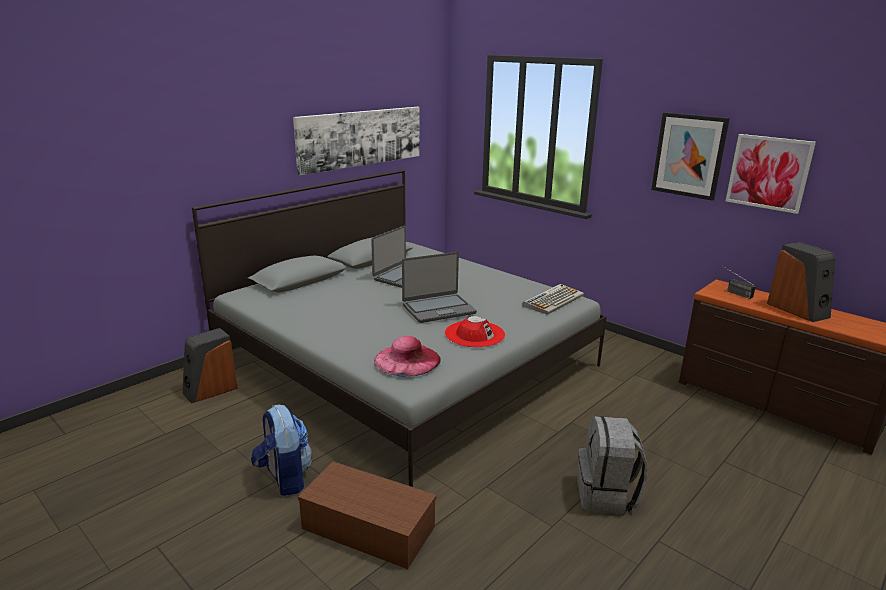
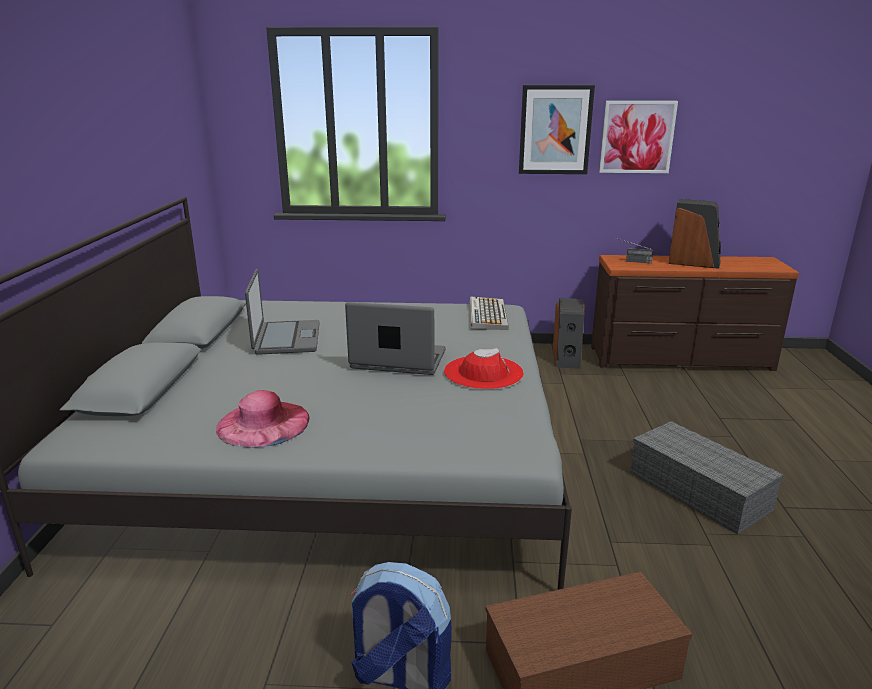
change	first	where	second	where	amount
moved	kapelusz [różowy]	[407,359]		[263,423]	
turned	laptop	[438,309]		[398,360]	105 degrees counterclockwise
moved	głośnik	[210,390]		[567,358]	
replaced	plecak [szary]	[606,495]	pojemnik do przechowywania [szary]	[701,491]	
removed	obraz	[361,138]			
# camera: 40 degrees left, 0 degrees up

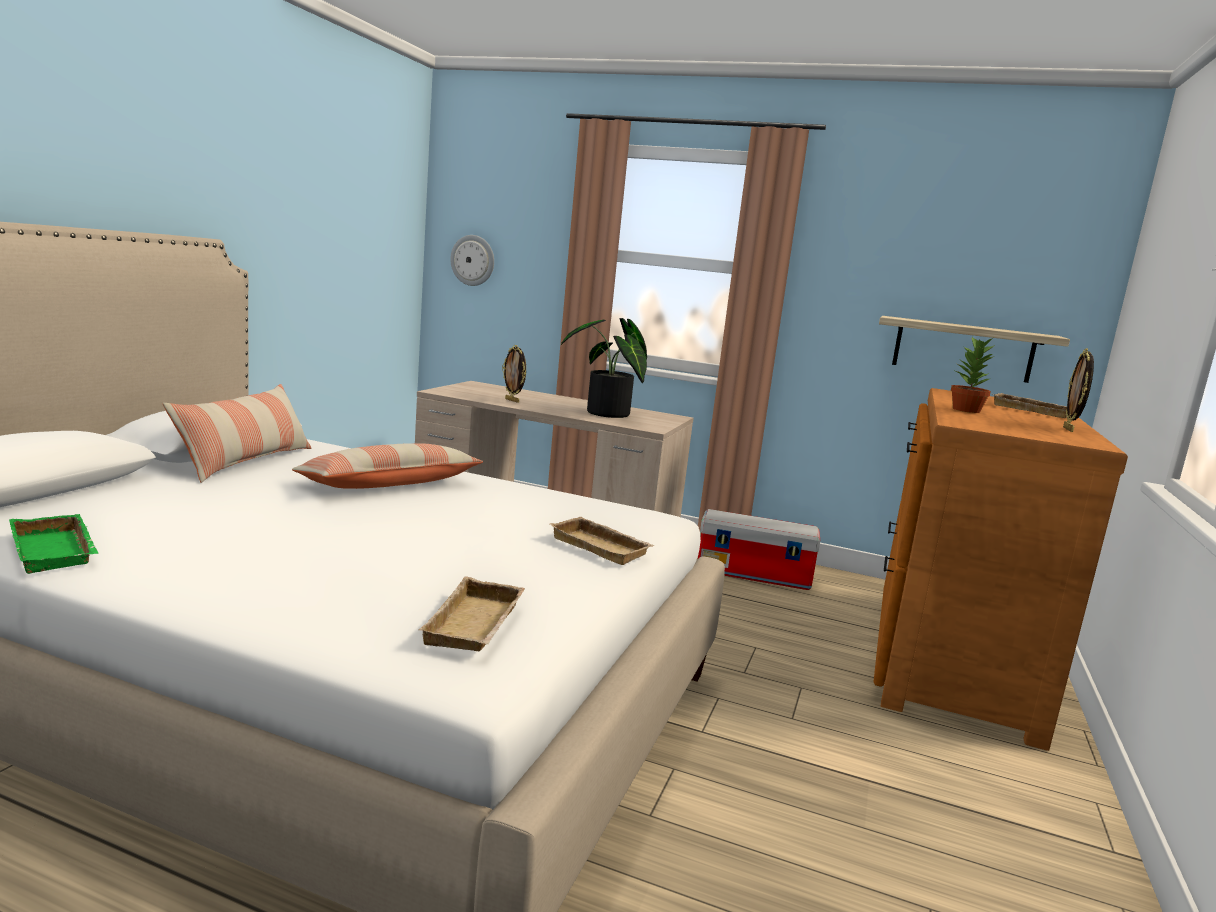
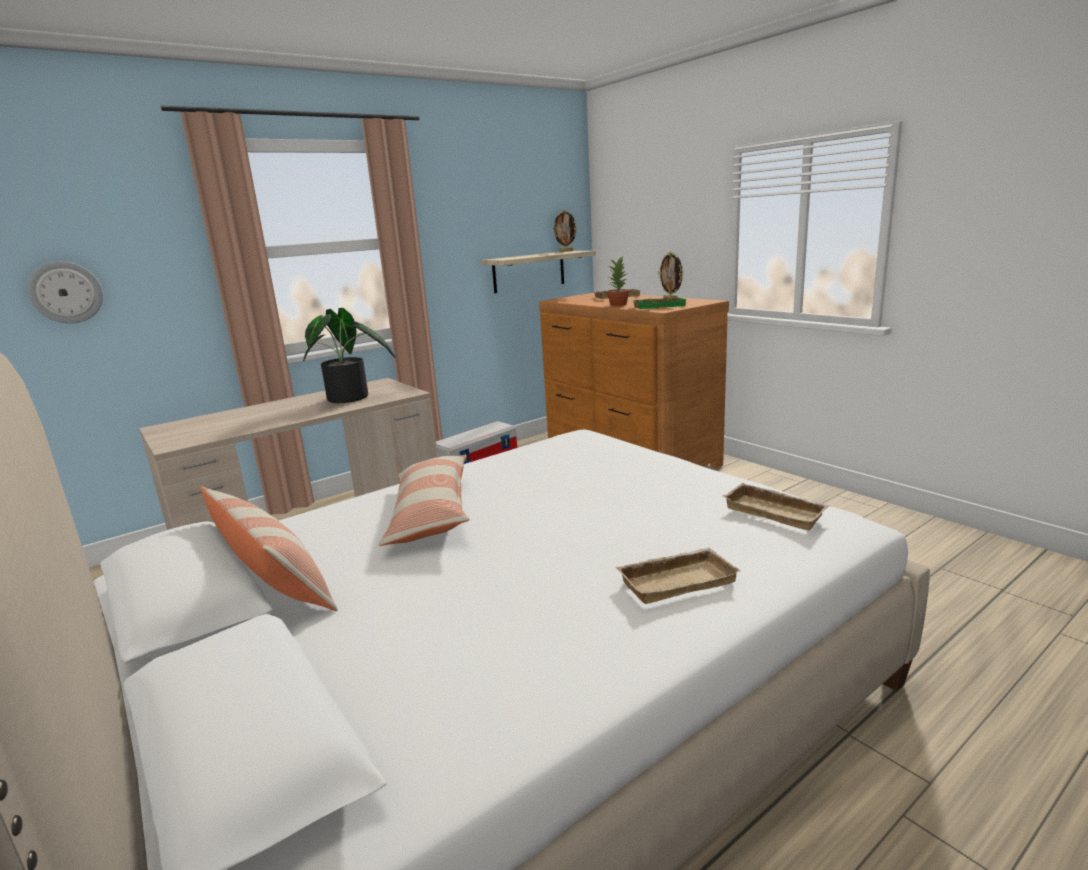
change	first	where	second	where	amount
moved	ramka na zdjęcie	[512,400]		[566,251]	
moved	taca [beżowy]	[602,547]		[677,580]	
moved	taca [zielony]	[57,551]		[659,306]	
# camera: 55 degrees left, 5 degrees up

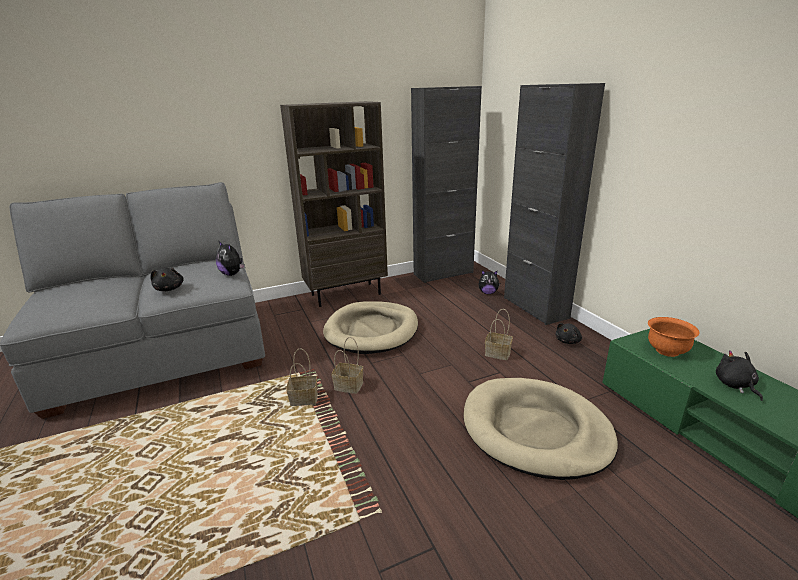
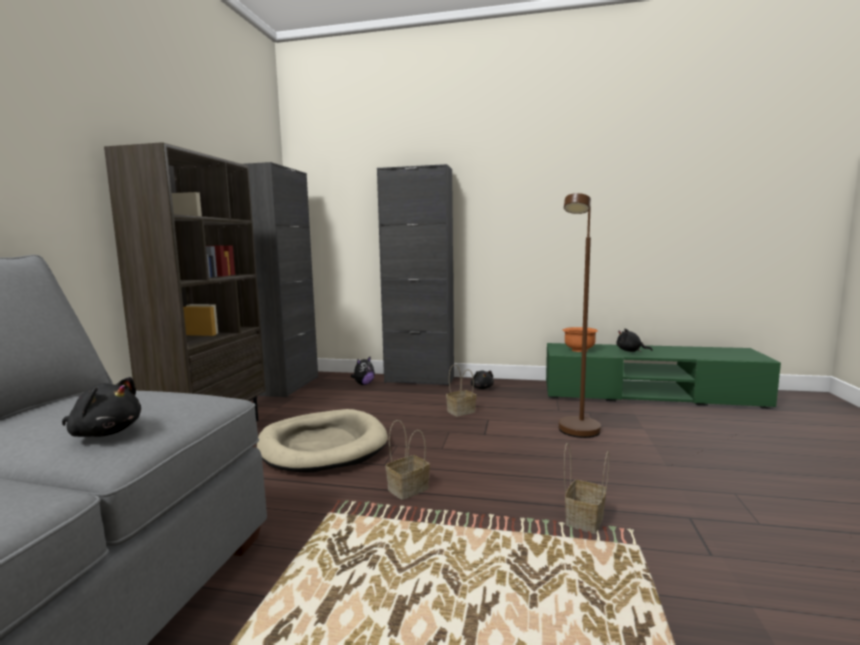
change	first	where	second	where	amount
replaced	legowisko [beżowy]	[535,430]	lampa stojąca [brązowy]	[576,434]	
moved	koszyk	[305,399]		[584,519]	
removed	pluszak	[232,274]			
# camera: 55 degrees left, 15 degrees down

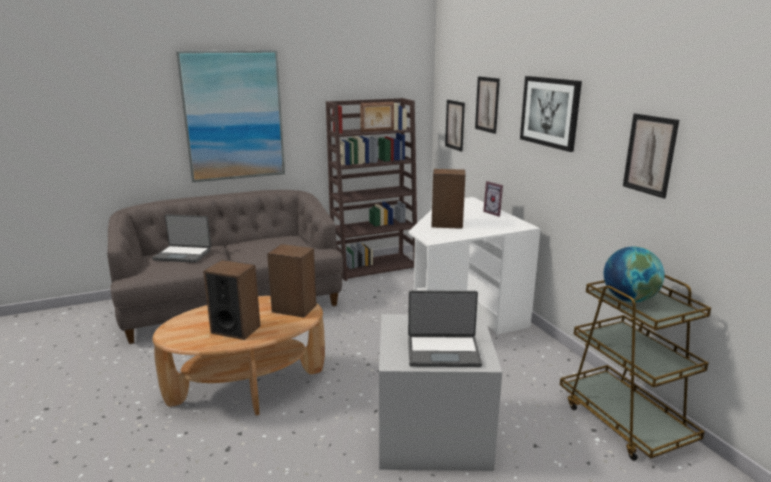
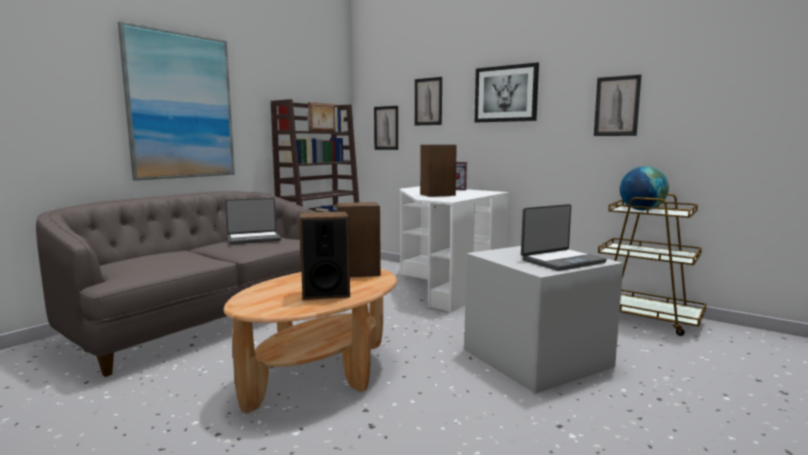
change	first	where	second	where	amount
moved	laptop	[183,254]		[254,239]	
# camera: 30 degrees left, 10 degrees down

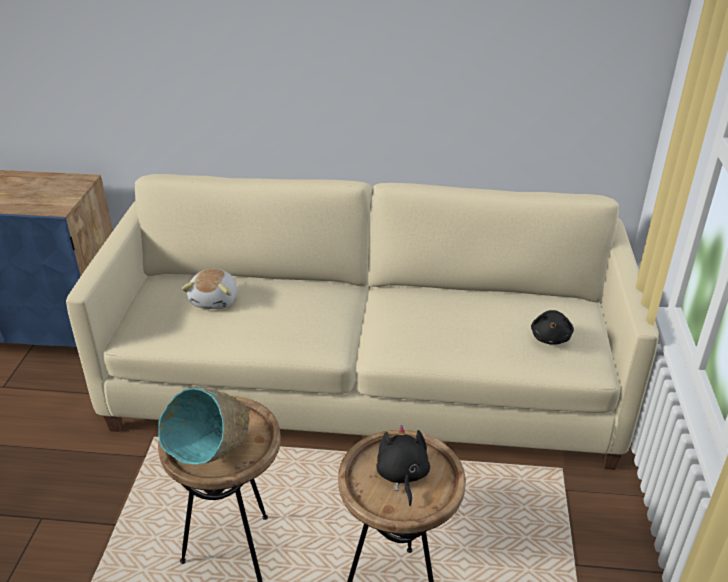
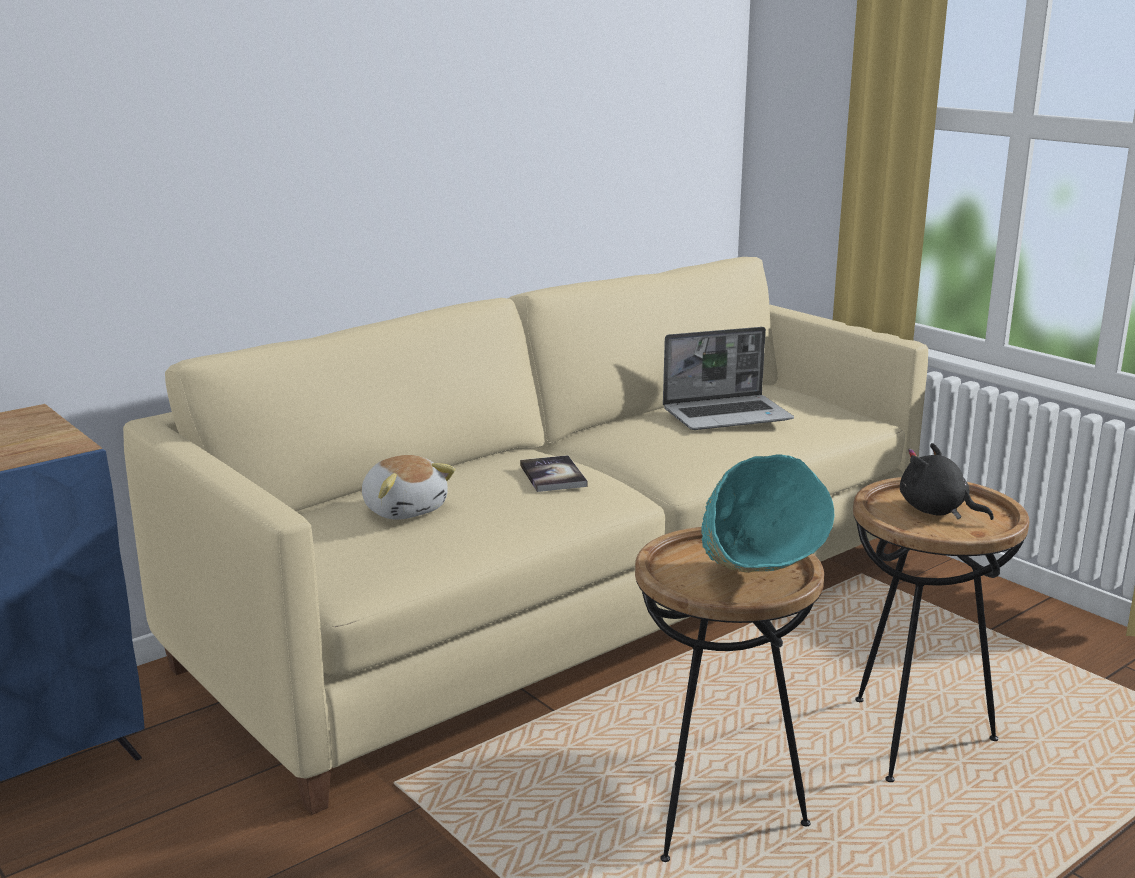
change	first	where	second	where	amount
added			książka	[553,476]	
added			laptop	[728,415]	
removed	pluszak [czarny]	[550,337]			
# camera: 45 degrees left, 15 degrees down

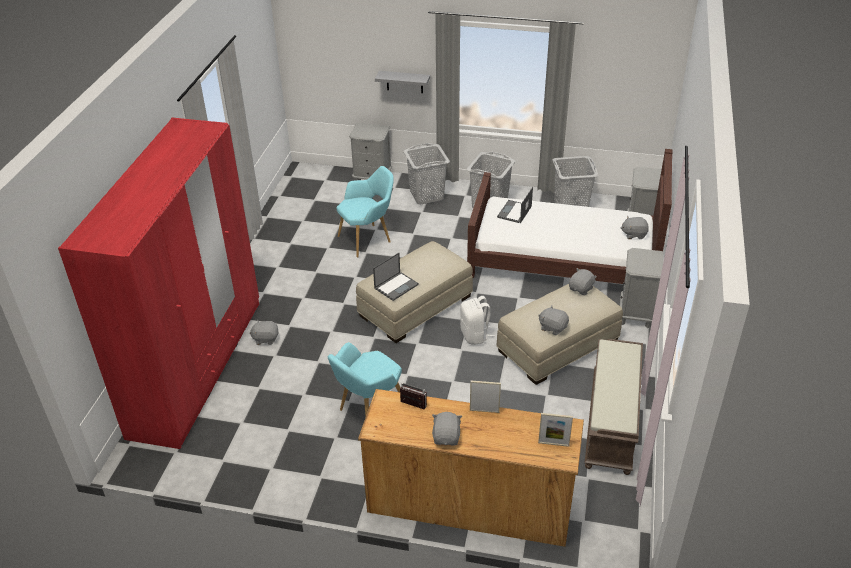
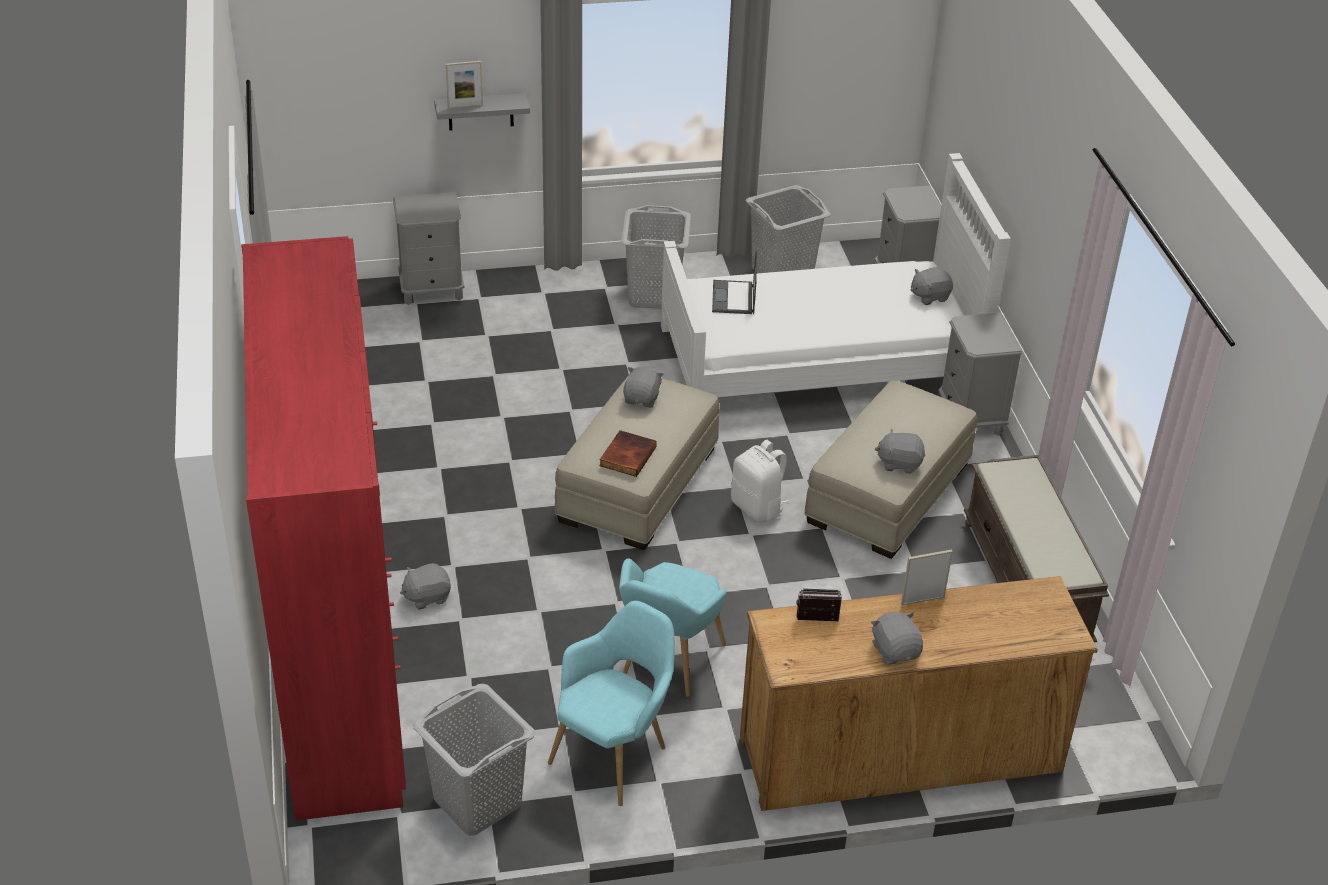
change	first	where	second	where	amount
moved	kosz na pranie [szary]	[426,195]		[477,803]	
moved	ramka na zdjęcie	[553,444]		[465,106]	
moved	fotel [turkusowy]	[368,239]		[615,753]	
replaced	laptop	[396,286]	książka	[627,455]	
moved	pluszak [szary]	[581,289]		[642,399]	
recoloured	łóżko [brązowy]	[564,259]	łóżko [biały]	[820,358]	
# camera: 25 degrees left, 0 degrees up

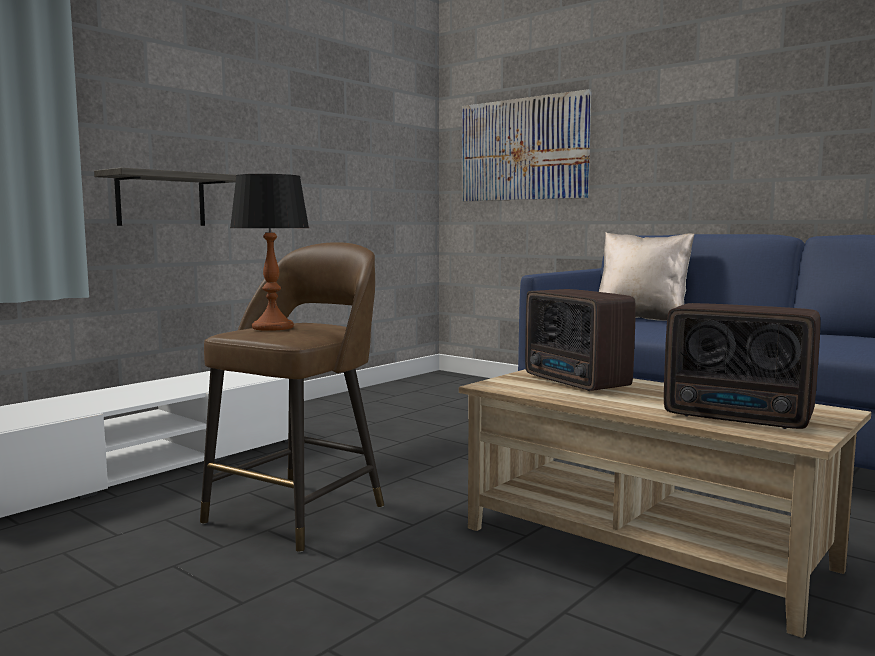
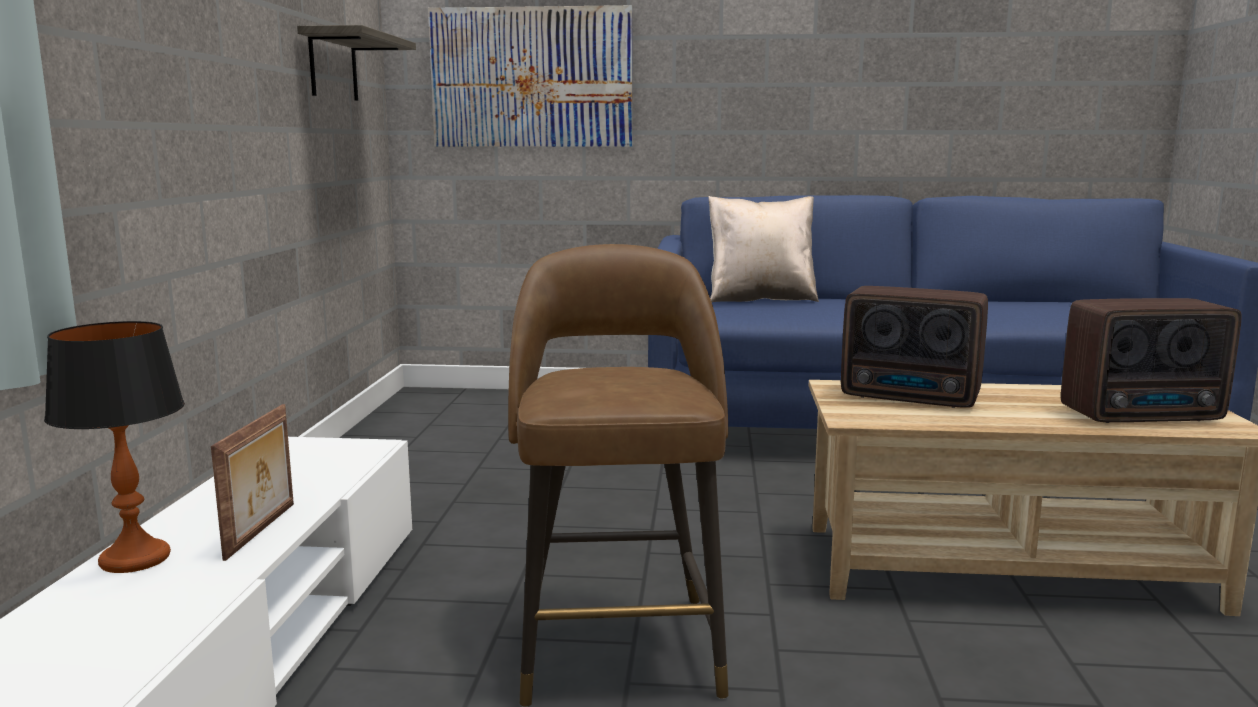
change	first	where	second	where	amount
moved	lampa stołowa	[272,327]		[134,559]	
added			ramka na zdjęcie	[263,530]	
moved	półka	[161,200]		[333,66]	
# camera: 35 degrees left, 5 degrees up

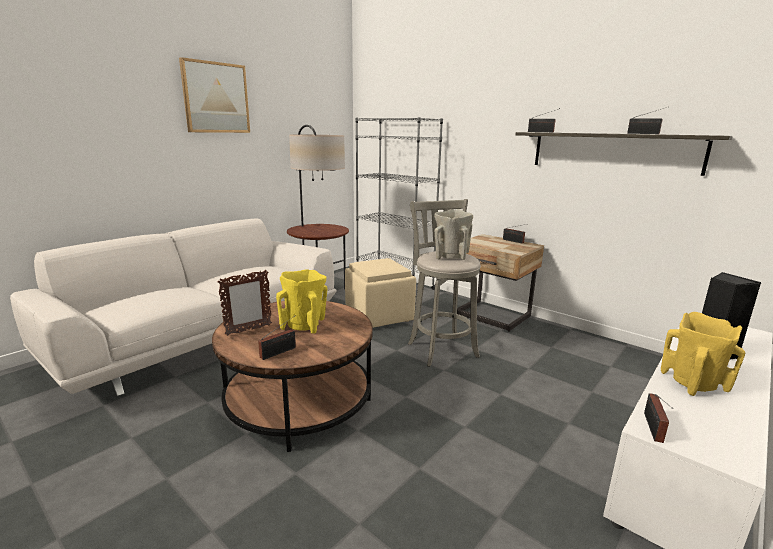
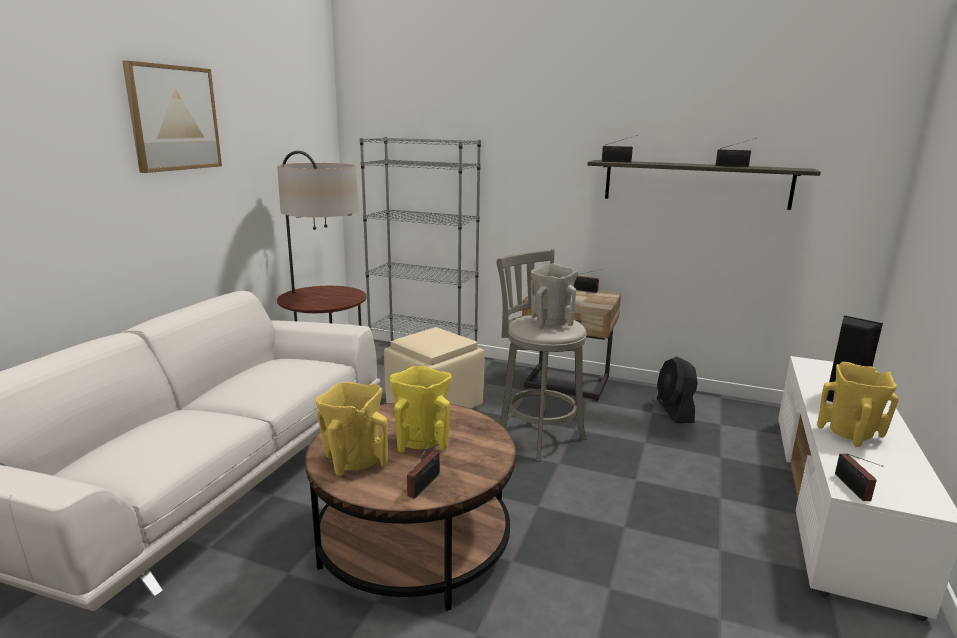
change	first	where	second	where	amount
replaced	ramka na zdjęcie	[248,330]	wazon [żółty]	[354,461]	
added			wentylator [czarny]	[674,410]	
# camera: 20 degrees left, 0 degrees up

